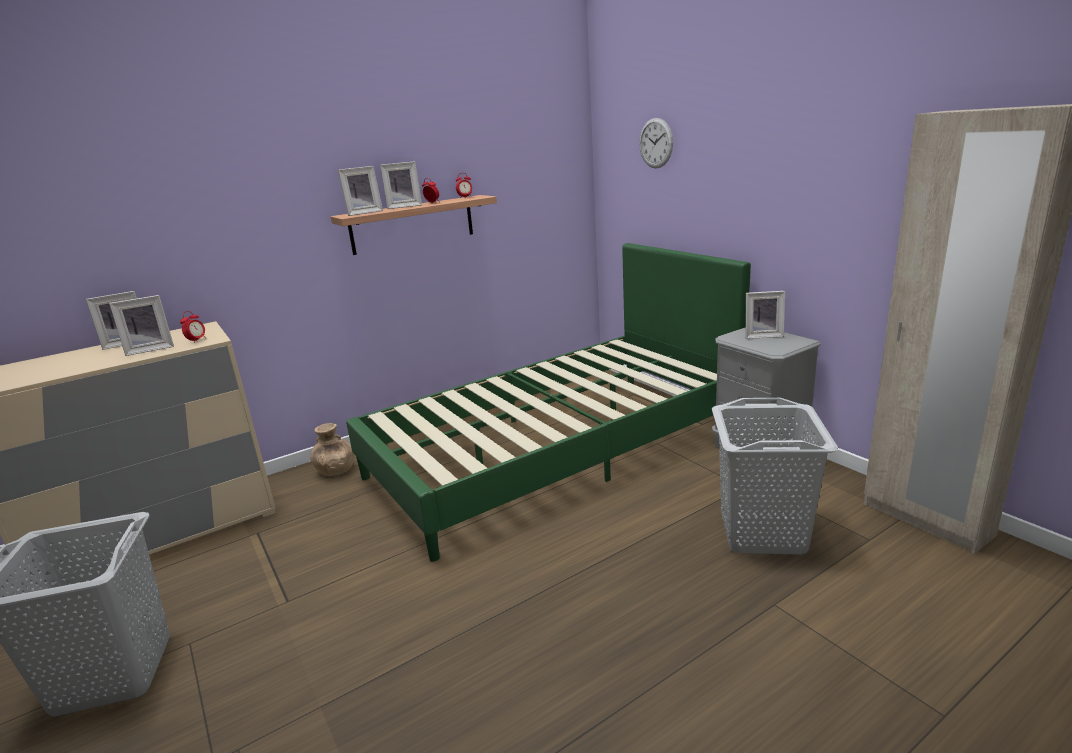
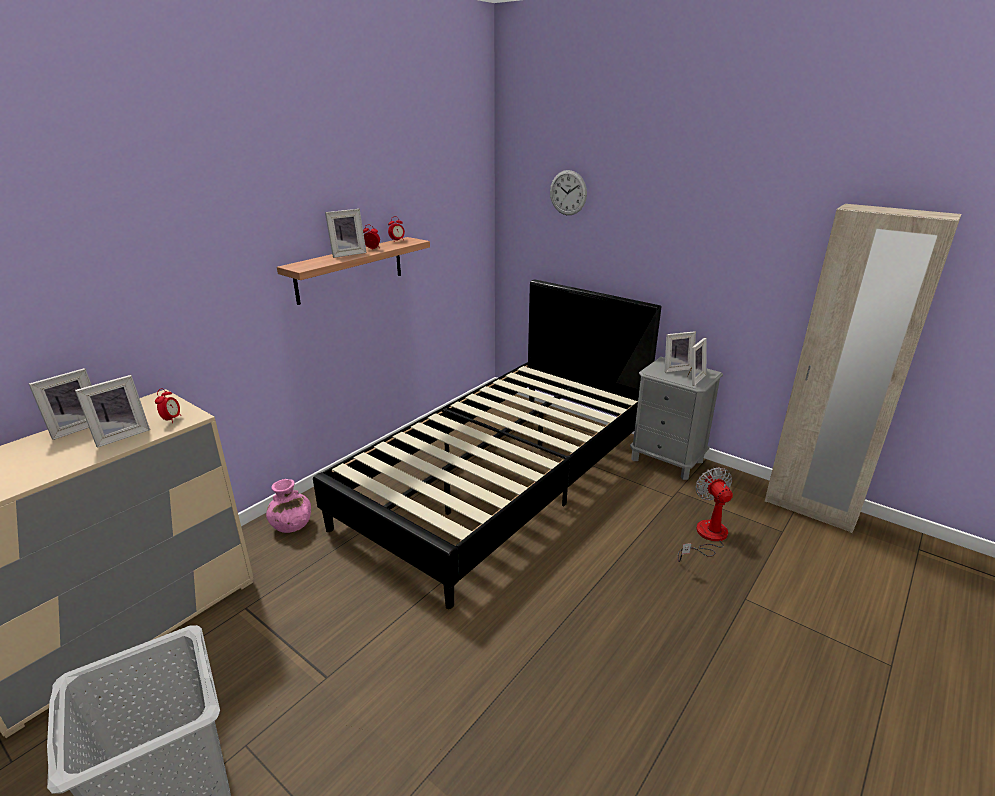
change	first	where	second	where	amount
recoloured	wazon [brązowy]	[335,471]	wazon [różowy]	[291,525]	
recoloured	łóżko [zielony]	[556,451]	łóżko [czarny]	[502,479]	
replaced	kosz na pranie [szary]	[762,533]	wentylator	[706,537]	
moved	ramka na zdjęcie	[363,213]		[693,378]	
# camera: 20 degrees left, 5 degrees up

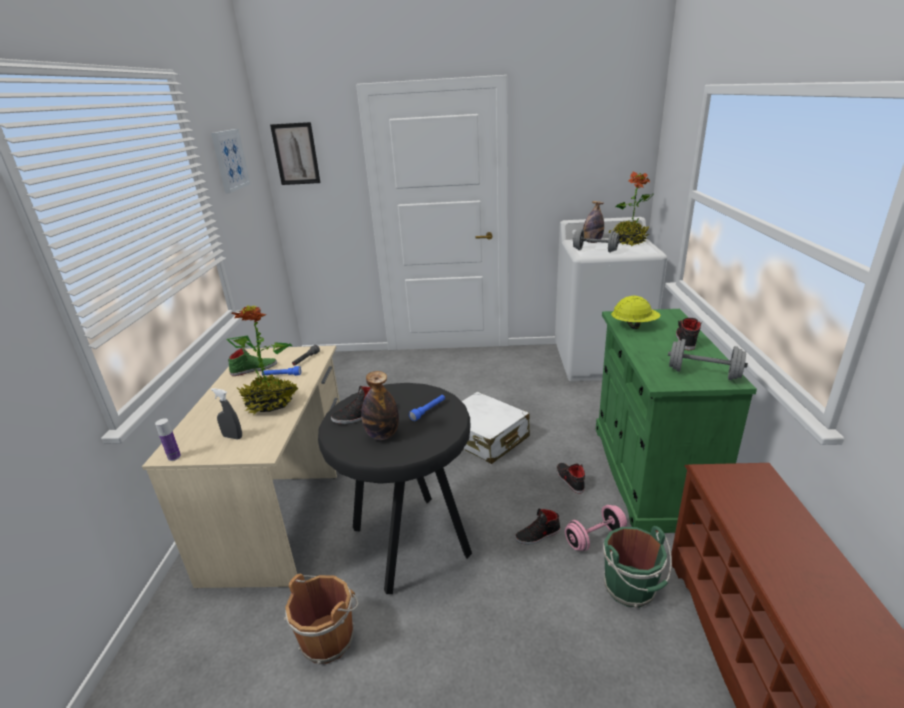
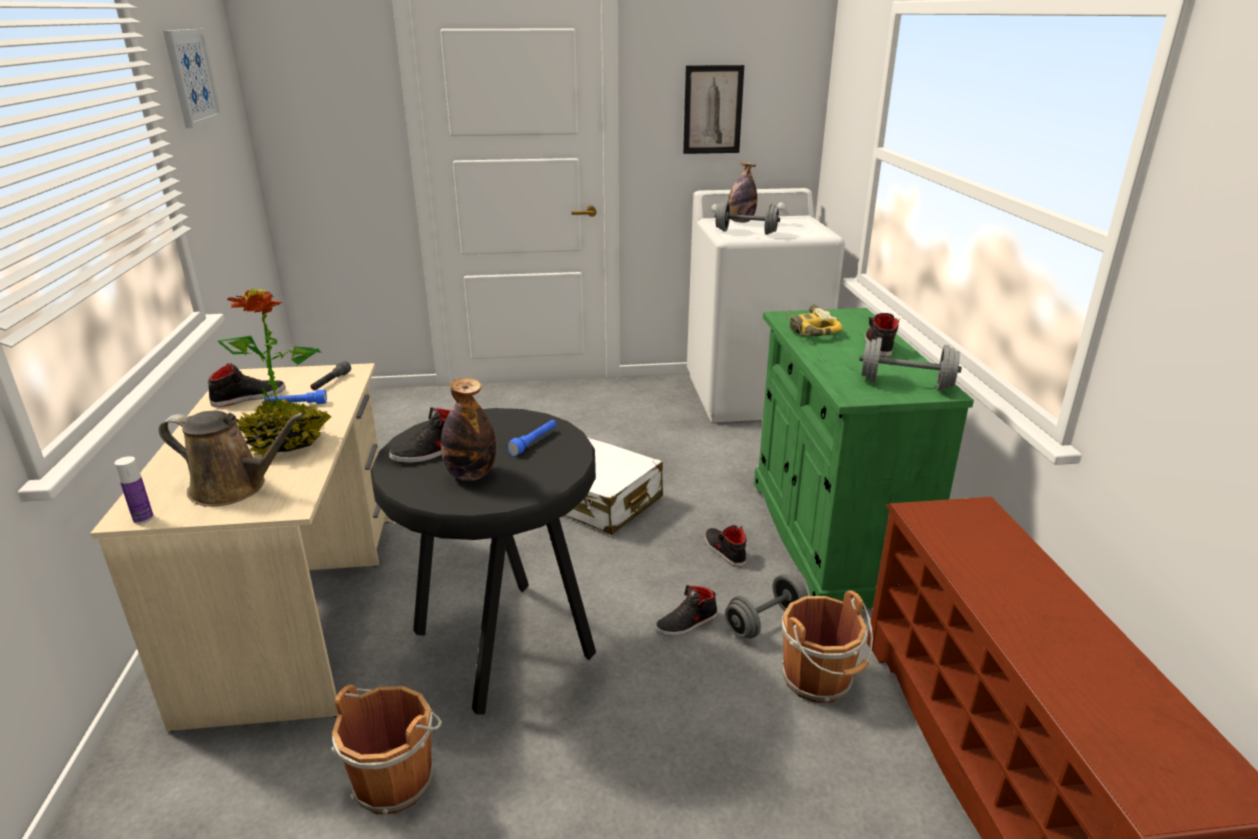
change	first	where	second	where	amount
replaced	spryskiwacz [szary]	[233,437]	konewka [brązowy]	[234,488]	
recoloured	but [zielony]	[254,369]	but [czarny]	[248,397]	
moved	obraz	[296,154]		[712,110]	
recoloured	hantel [różowy]	[594,538]	hantel [szary]	[765,622]	
recoloured	wiadro [zielony]	[631,588]	wiadro [brązowy]	[819,680]	
replaced	kask [żółty]	[634,326]	wiertarka	[808,329]	
removed	roślina doniczkowa	[628,242]			
# camera: 10 degrees left, 0 degrees up

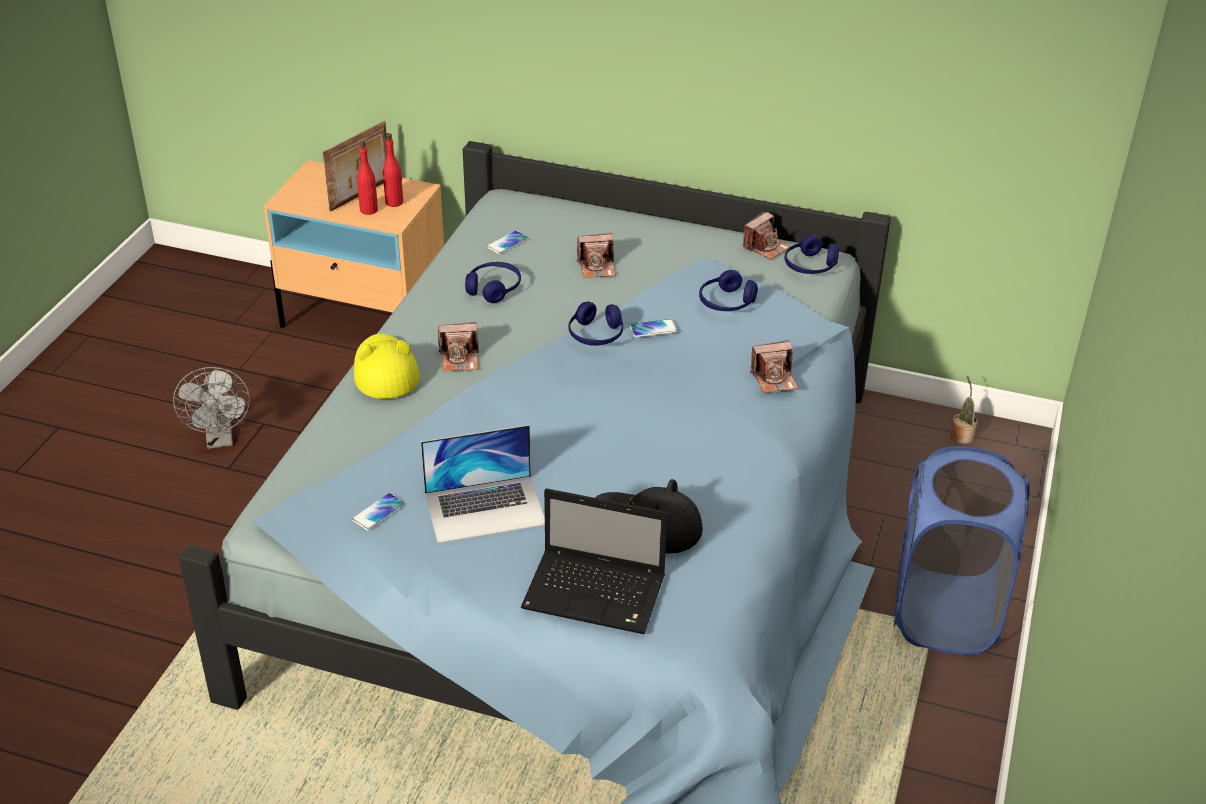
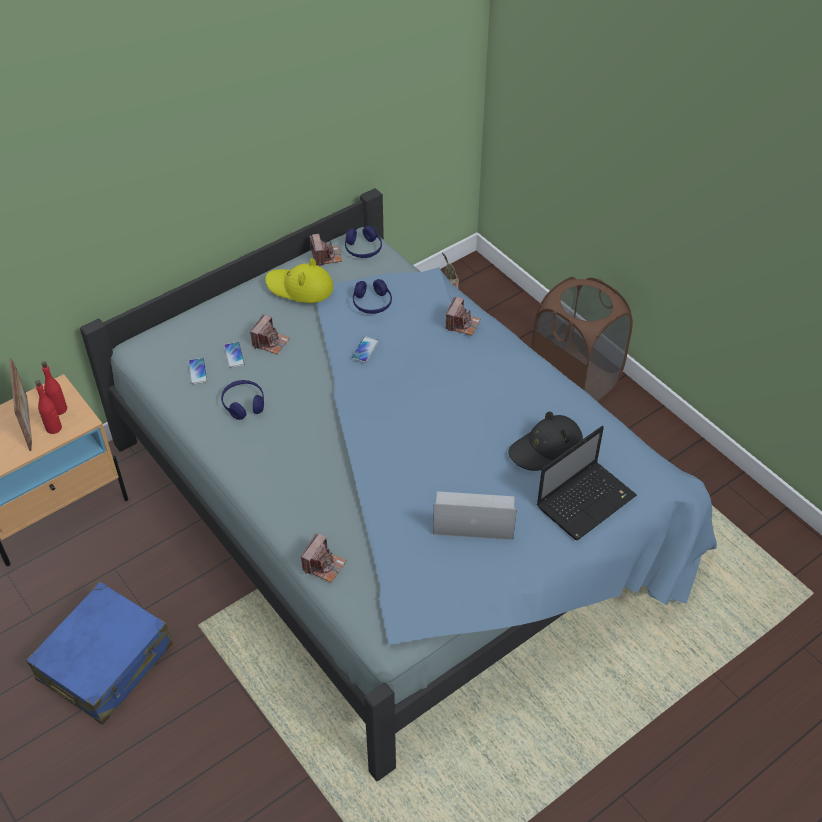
change	first	where	second	where	amount
replaced	wentylator [szary]	[220,439]	walizka [niebieski]	[106,662]	
moved	telefon	[378,512]		[234,355]	
moved	kapelusz [żółty]	[385,371]		[300,287]	
moved	aparat fotograficzny	[460,359]		[324,565]	
turned	laptop	[485,508]		[473,515]	105 degrees counterclockwise
recoloured	kosz na pranie [niebieski]	[944,613]	kosz na pranie [brązowy]	[574,381]	
removed	słuchawki [niebieski]	[596,335]			
# camera: 55 degrees left, 10 degrees up

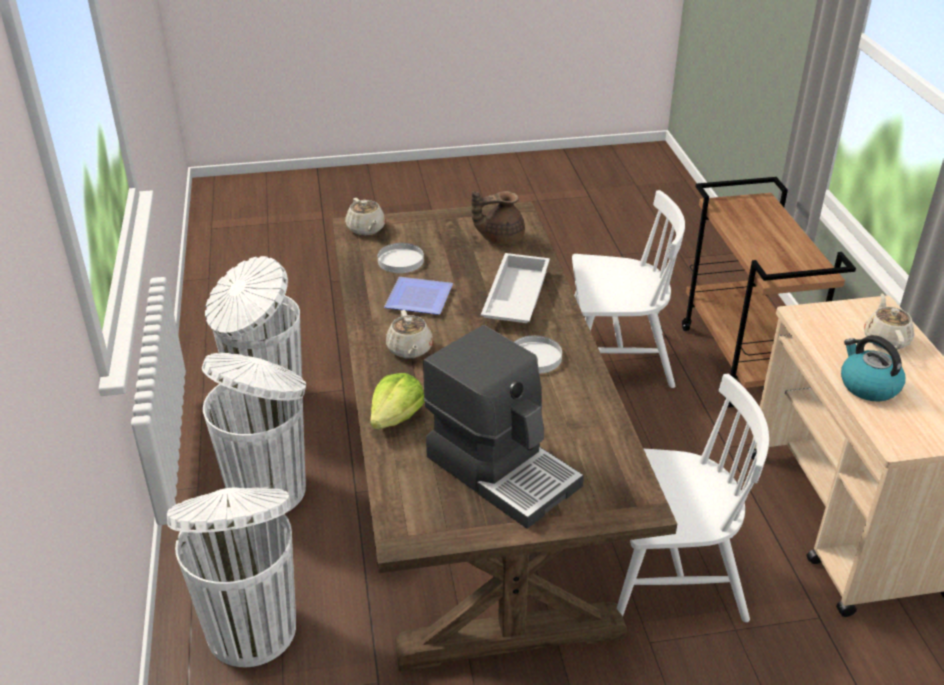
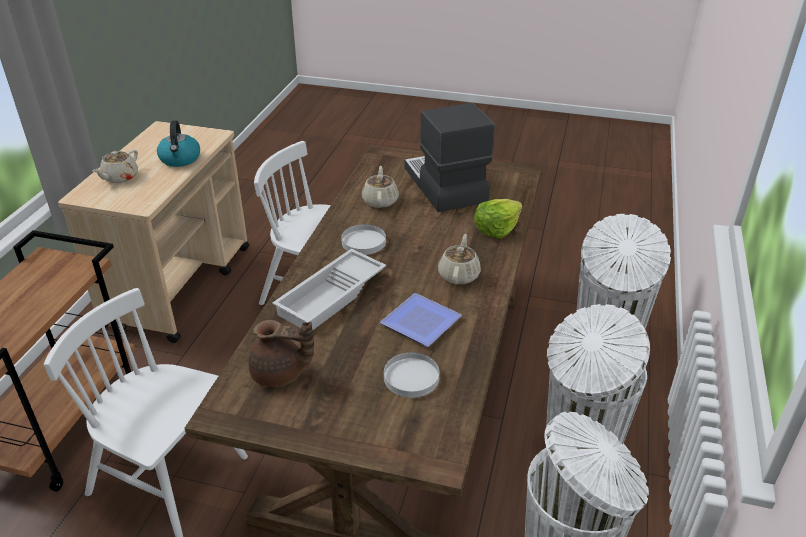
change	first	where	second	where	amount
moved	imbryk [beżowy]	[366,229]		[380,200]	
# camera: 155 degrees left, 0 degrees up

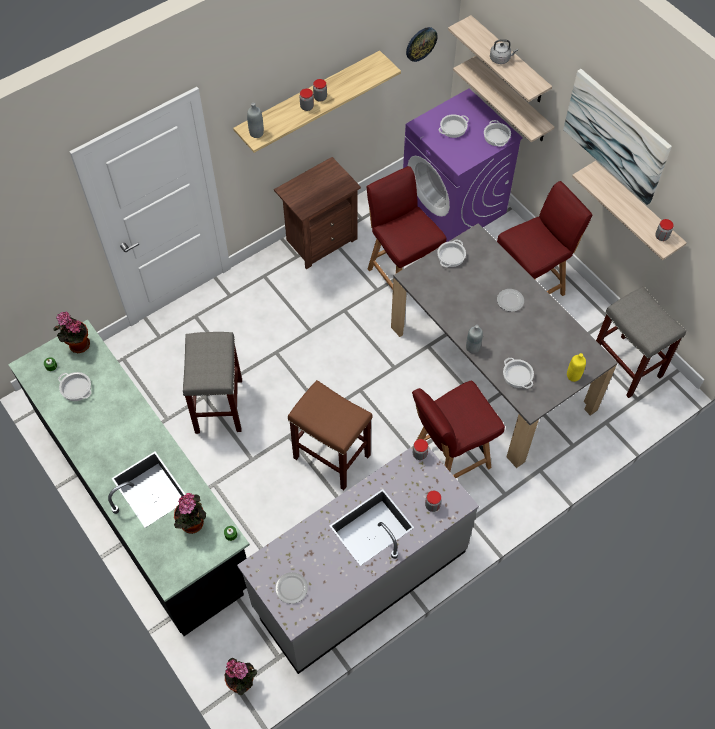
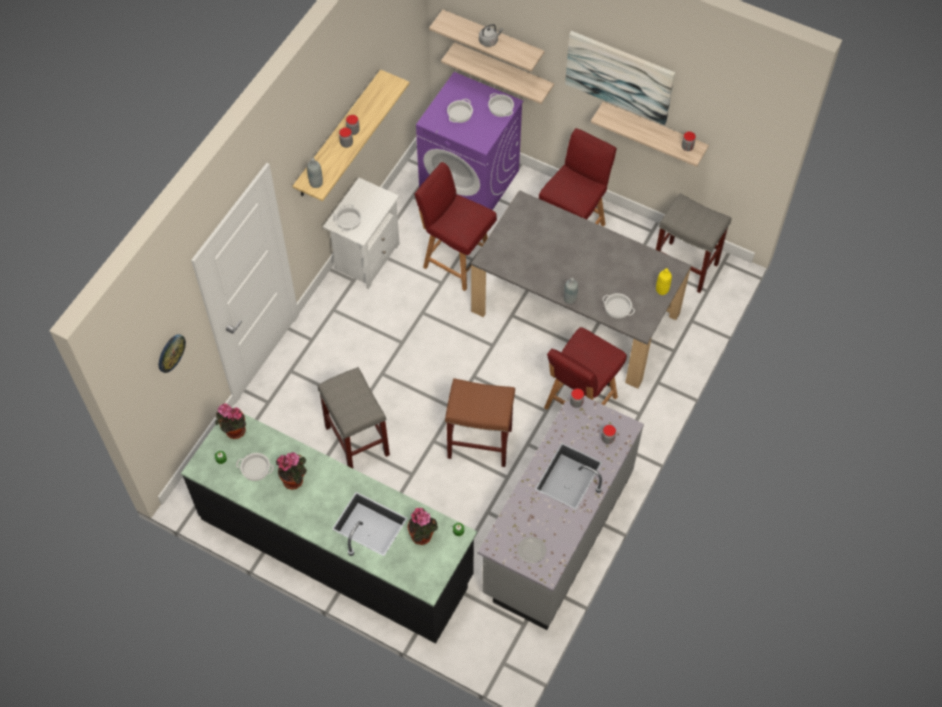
change	first	where	second	where	amount
moved	zegar ścienny	[421,43]		[170,353]	
moved	roślina doniczkowa	[243,682]		[295,480]	
recoloured	szafka nocna [brązowy]	[320,240]	szafka nocna [biały]	[366,257]	
moved	garnek	[451,256]		[348,220]	
removed	talerz	[510,301]			
# camera: 25 degrees left, 0 degrees up

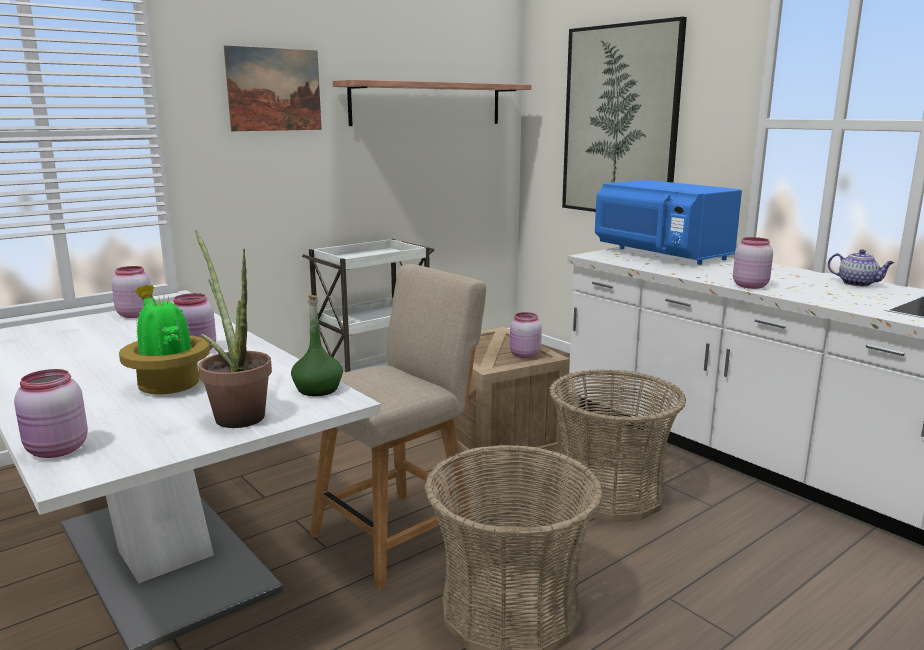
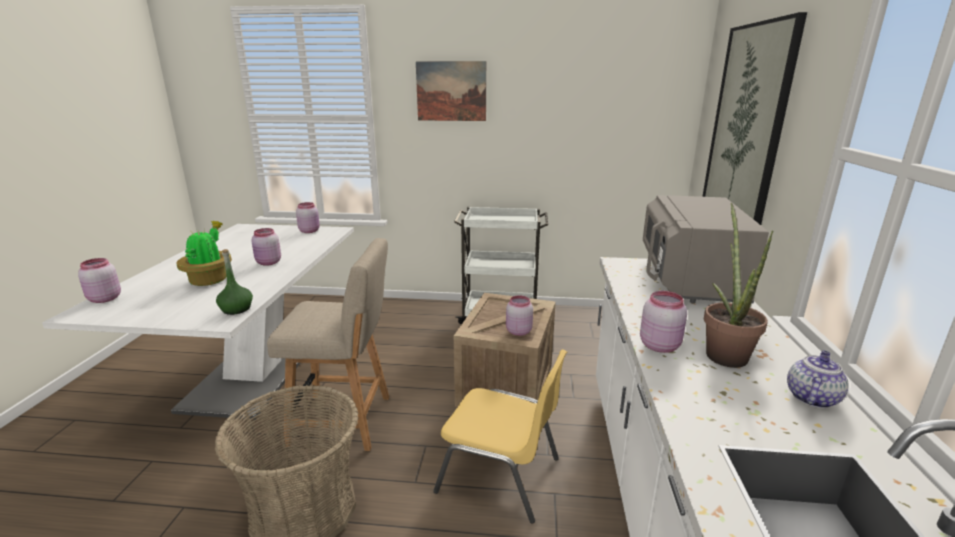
change	first	where	second	where	amount
replaced	koszyk	[610,493]	krzesło [żółty]	[501,475]	
recoloured	mikrofalówka [niebieski]	[661,254]	mikrofalówka [szary]	[688,280]	
moved	roślina doniczkowa	[236,414]		[724,352]	
turned	imbryk	[858,284]		[811,397]	135 degrees counterclockwise
removed	półka	[428,104]			
# camera: 45 degrees right, 5 degrees up

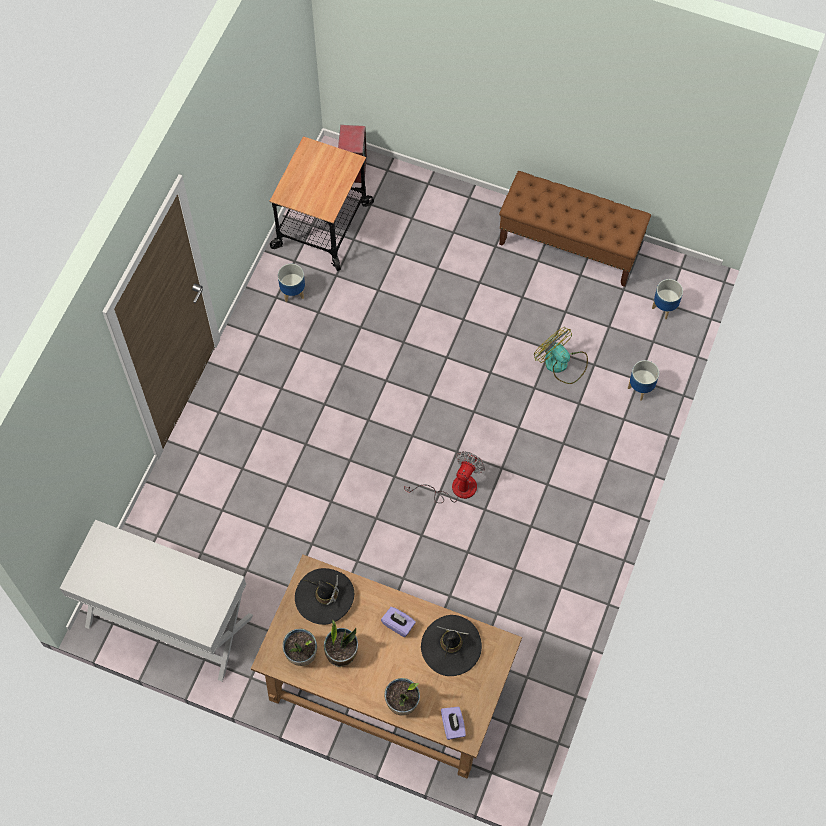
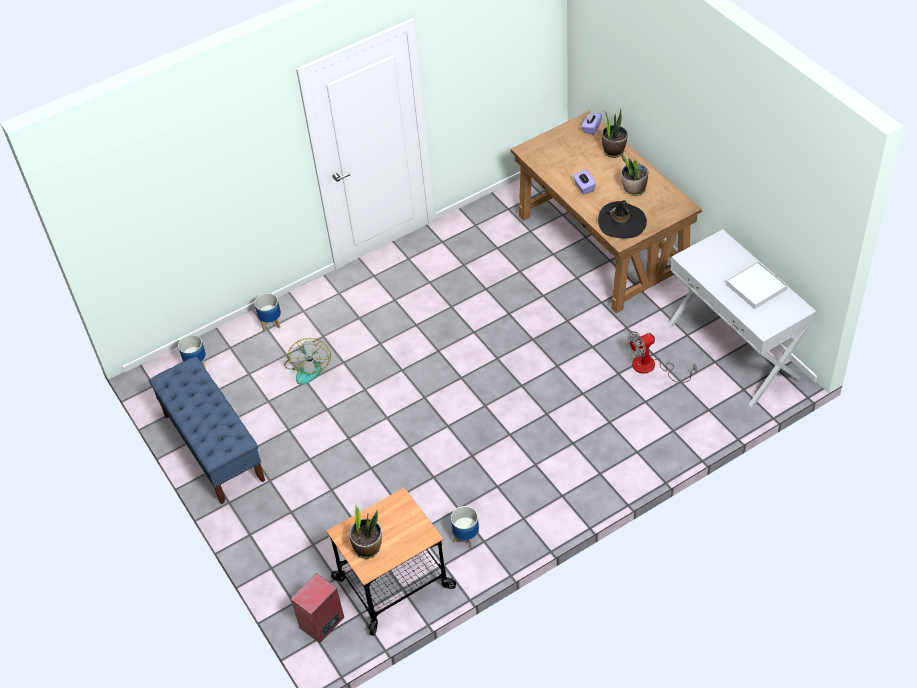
change	first	where	second	where	amount
recoloured	ławka [brązowy]	[570,246]	ławka [niebieski]	[213,447]	
moved	roślina doniczkowa	[302,654]		[368,548]	
moved	wentylator	[454,488]		[651,367]	
added			taca [biały]	[756,287]	
removed	kapelusz [czarny]	[451,646]			
# camera: 140 degrees left, 15 degrees down

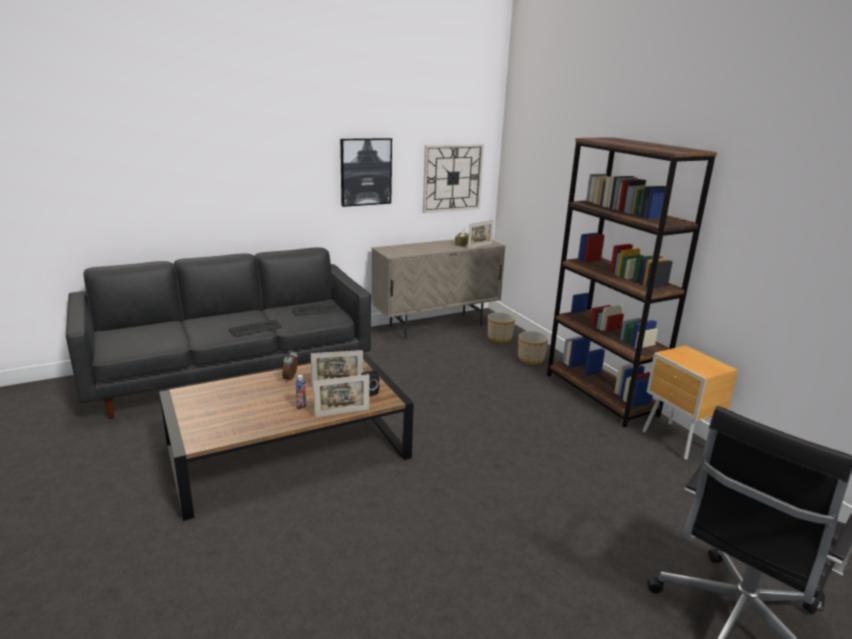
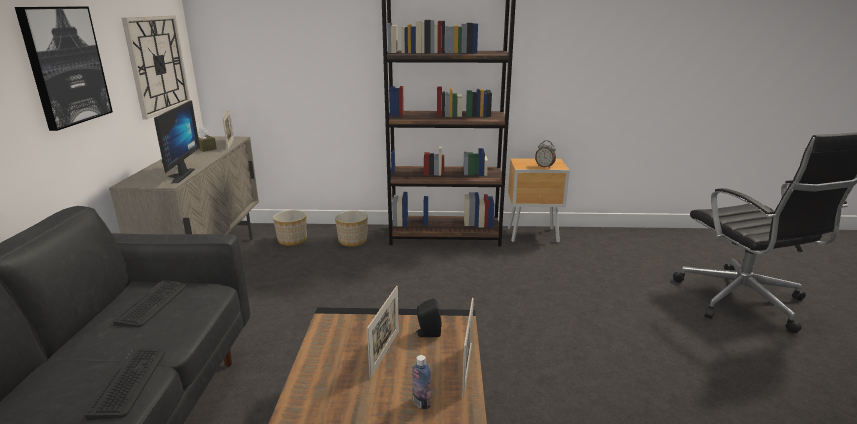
change	first	where	second	where	amount
added			monitor	[177,176]	
moved	budzik	[291,378]		[544,166]	
# camera: 60 degrees left, 0 degrees up

